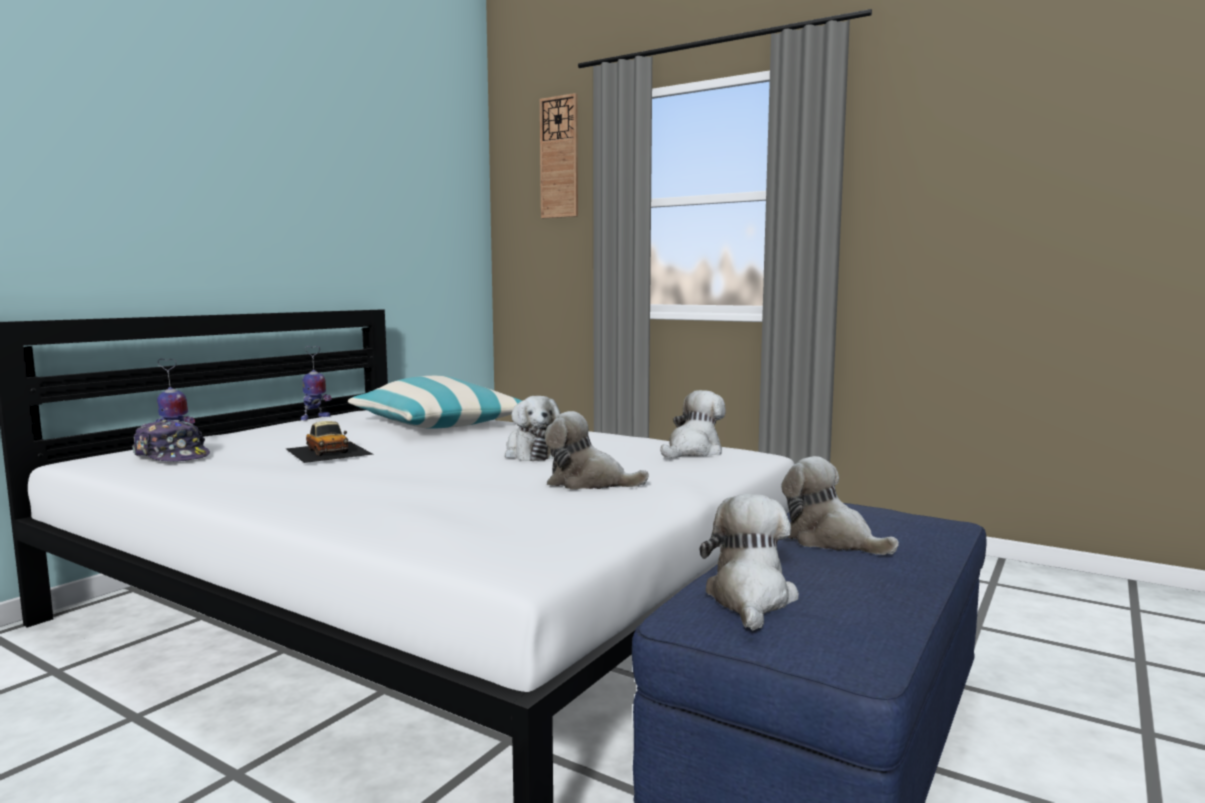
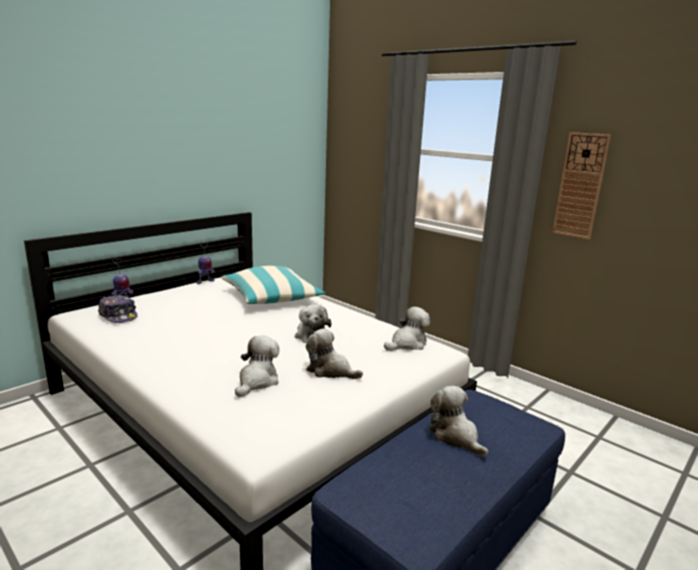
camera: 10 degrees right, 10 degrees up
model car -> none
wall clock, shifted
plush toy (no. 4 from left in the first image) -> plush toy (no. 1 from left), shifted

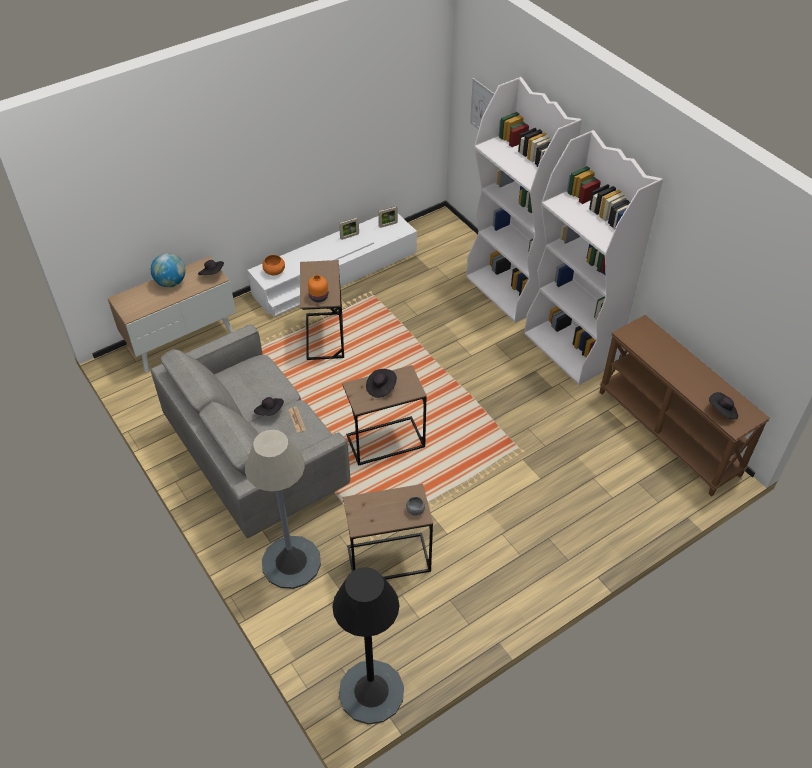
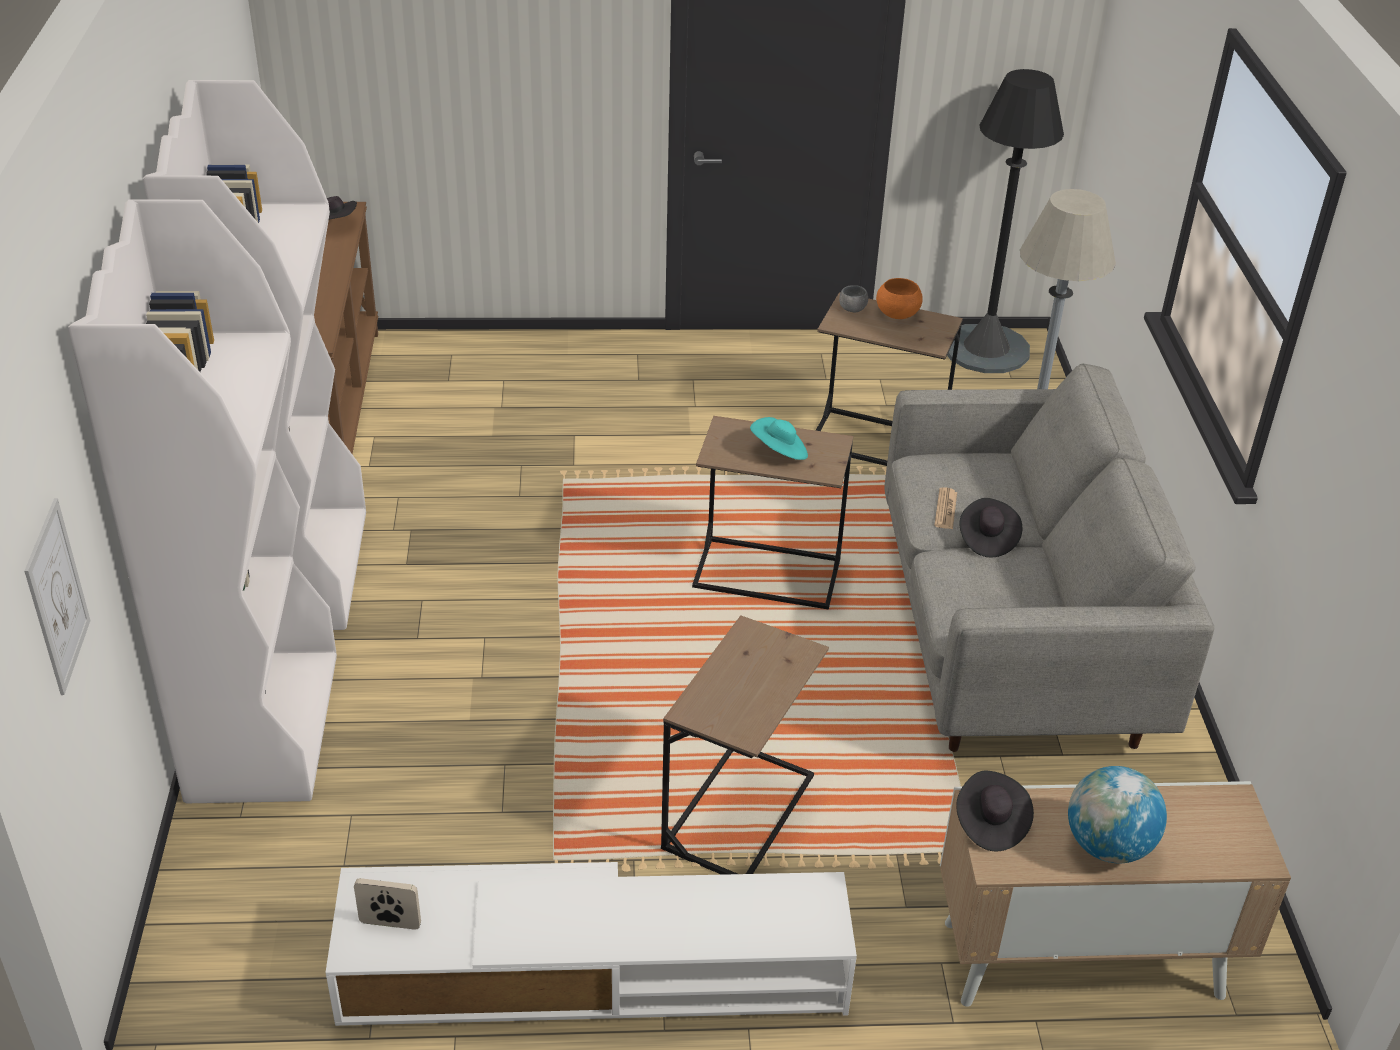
camera: 150 degrees left, 10 degrees down
bowl in orange, shifted
flower vase in orange -> none
picture frame (no. 1 from left) -> none
wearable hat in black (no. 3 from left) -> wearable hat in blue-green

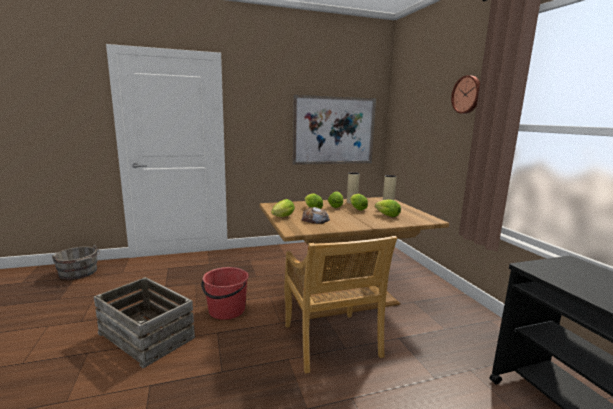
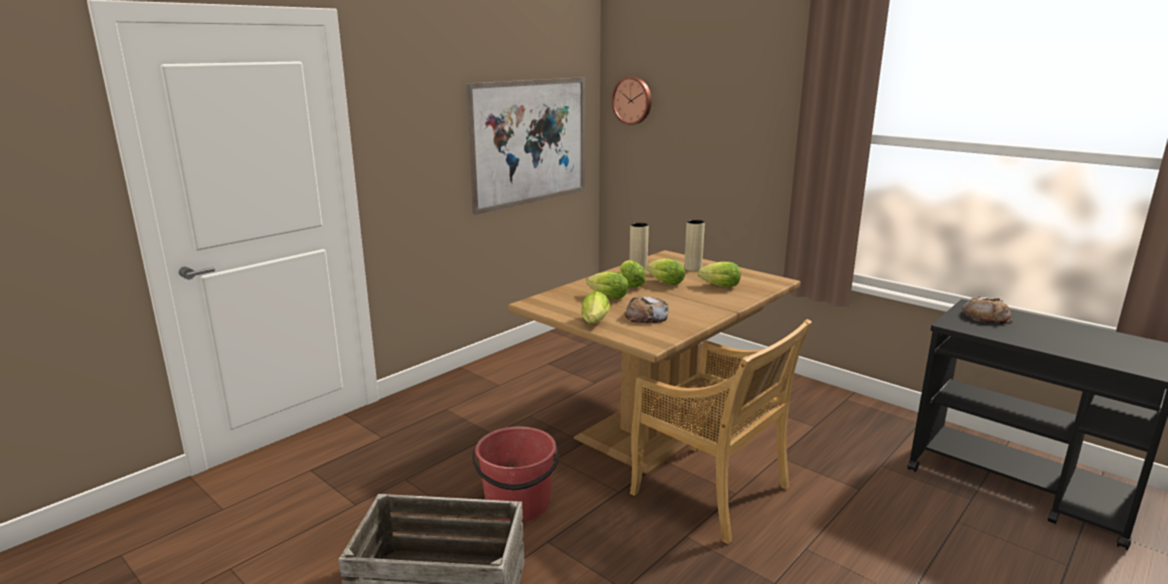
camera: 30 degrees left, 5 degrees up
pail in grey -> none
wall clock, shifted
none -> bread (no. 2 from left)

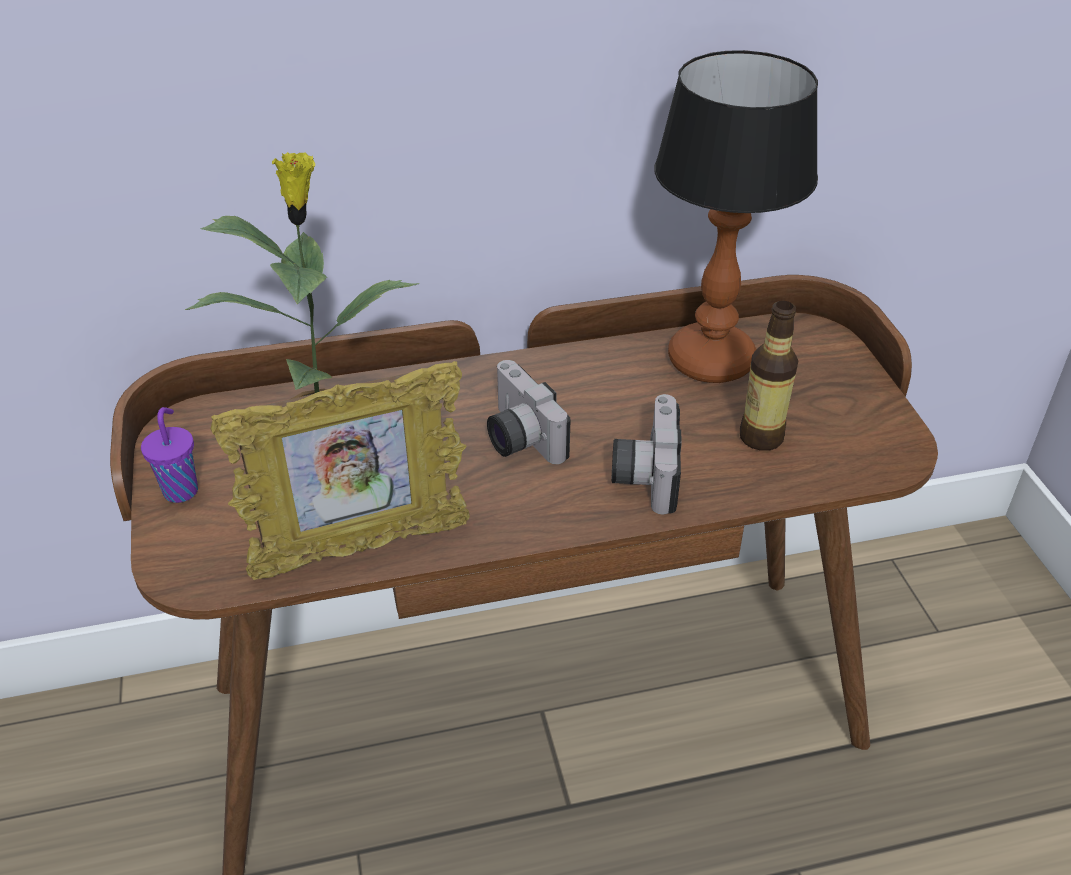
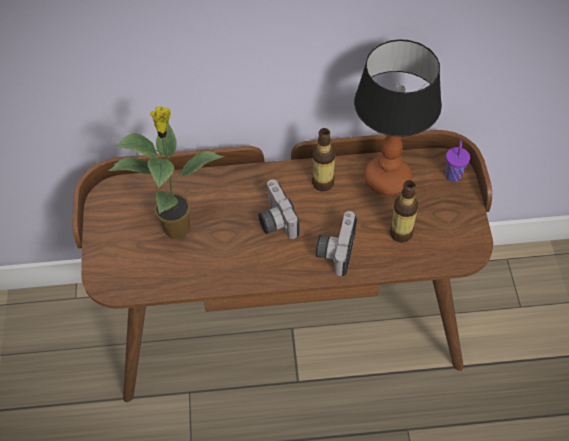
camera: 10 degrees right, 15 degrees up
small cup in purplish, shifted
picture frame -> none
none -> drink bottle (no. 1 from left)

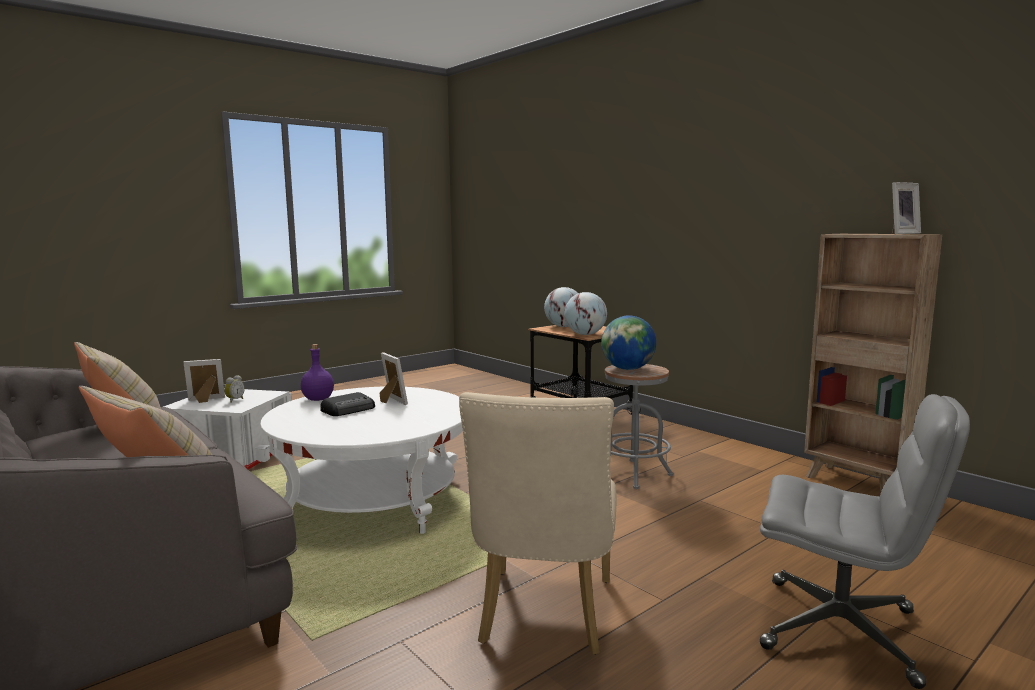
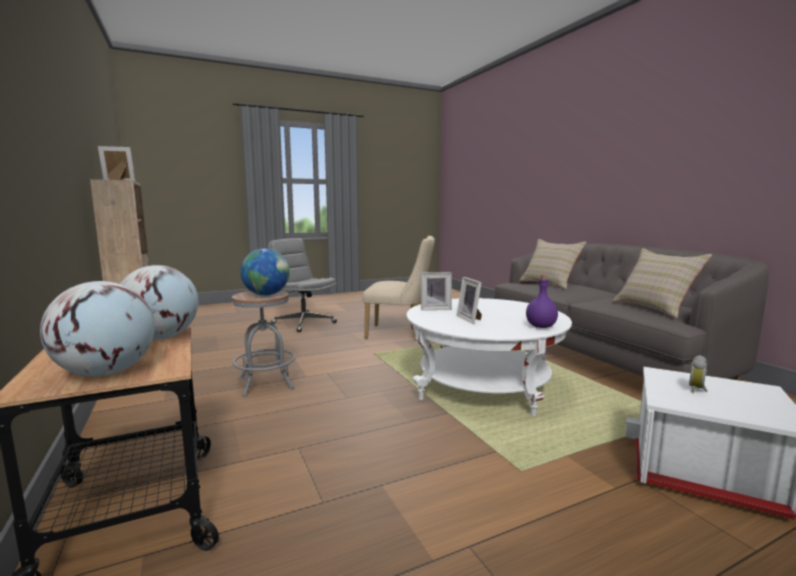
camera: 165 degrees left, 0 degrees up
picture frame (no. 1 from left in the first image) -> picture frame (no. 2 from left), shifted
radio set -> none
upright chair in beige-coloured, 75 degrees clockwise

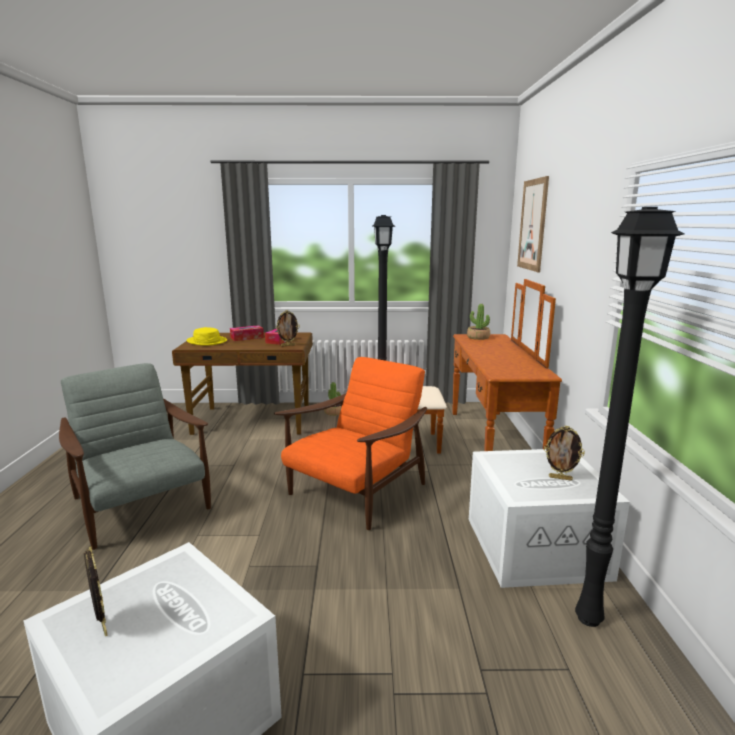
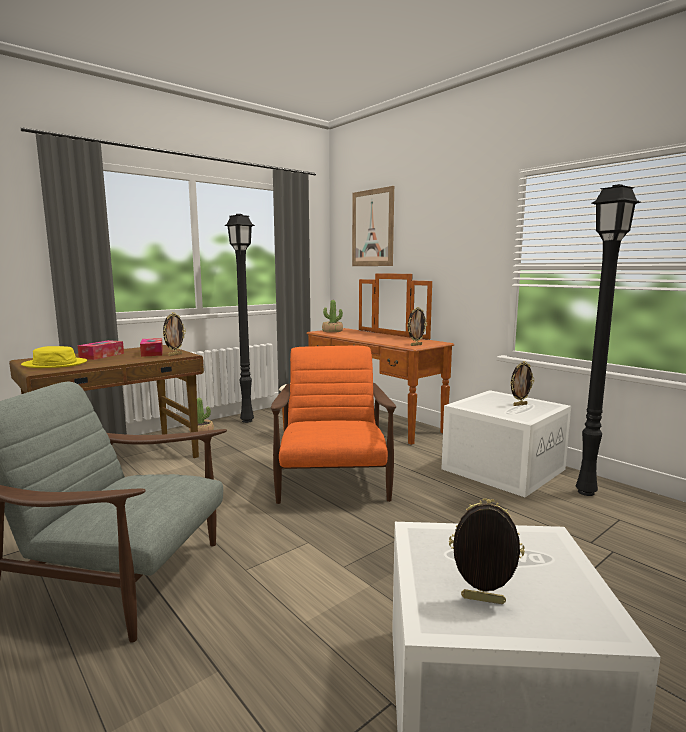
camera: 40 degrees left, 5 degrees down
none -> picture frame (no. 2 from left)

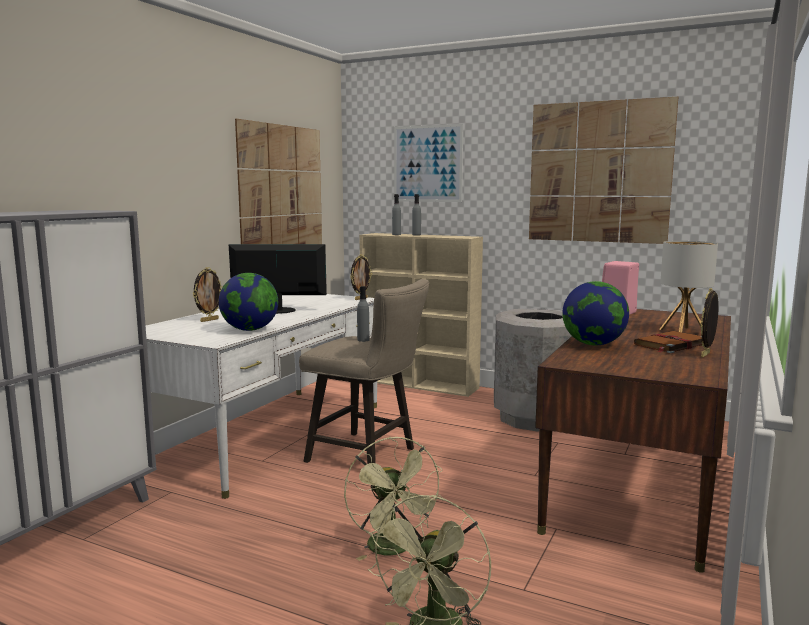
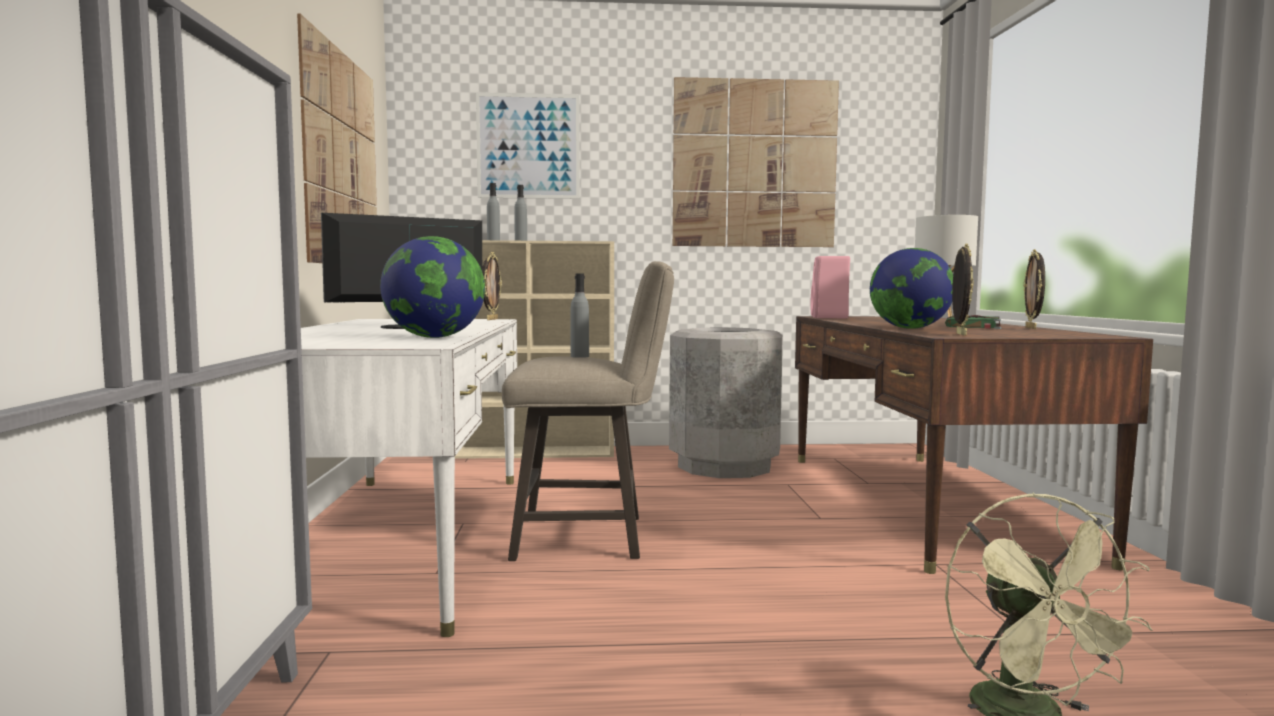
camera: 30 degrees left, 5 degrees down
picture frame (no. 1 from left in the first image) -> picture frame (no. 2 from left), shifted
electric fan in green (no. 1 from left) -> none
volume in brown -> volume in green

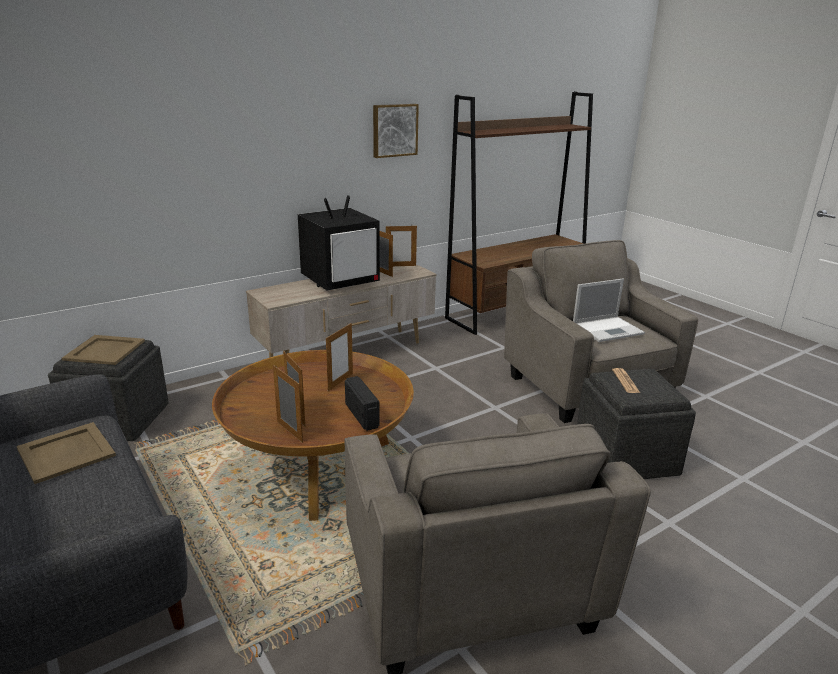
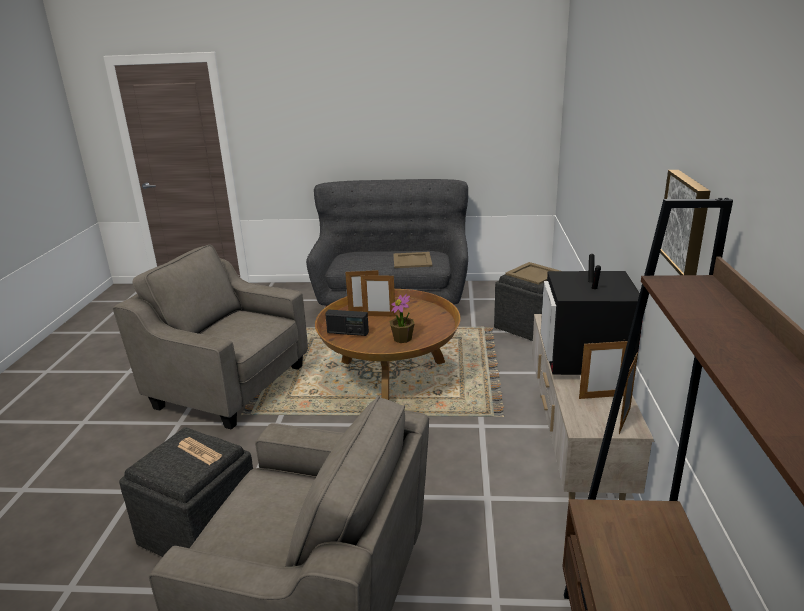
camera: 130 degrees right, 0 degrees up
picture frame (no. 3 from left) -> houseplant
laptop -> none

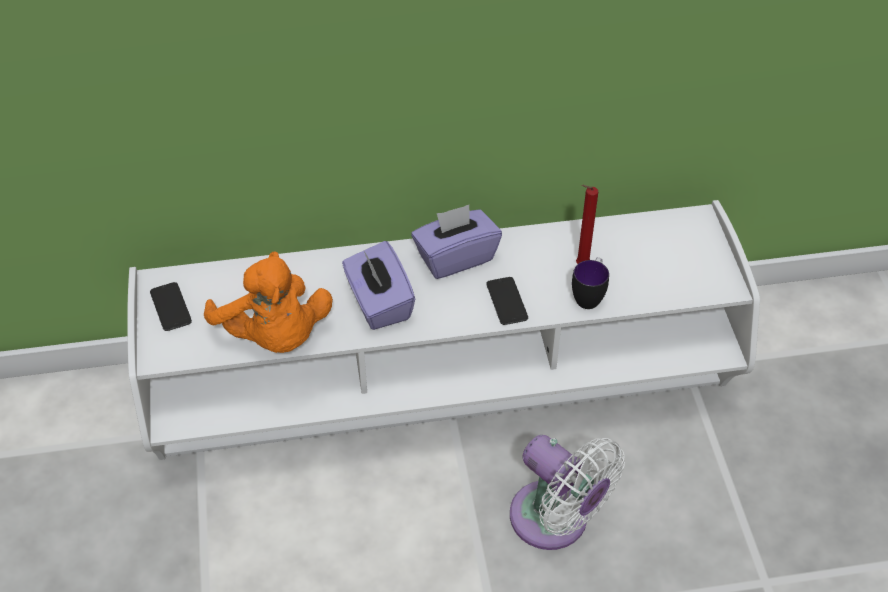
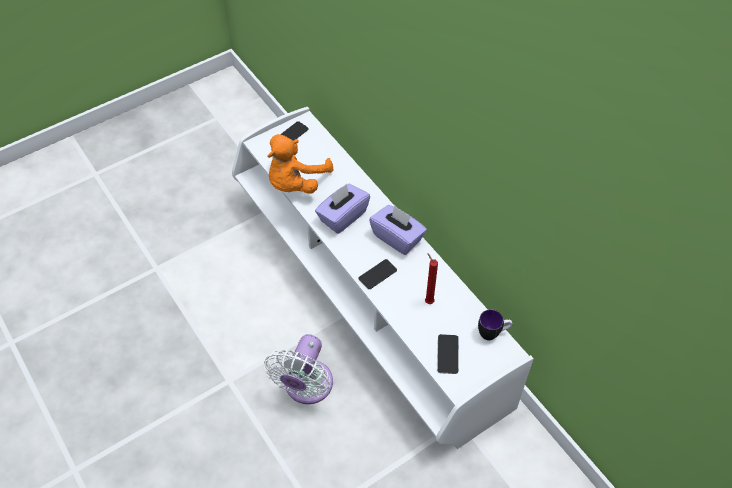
camera: 65 degrees right, 5 degrees up
tea mug, shifted
none -> handset (no. 3 from left)

